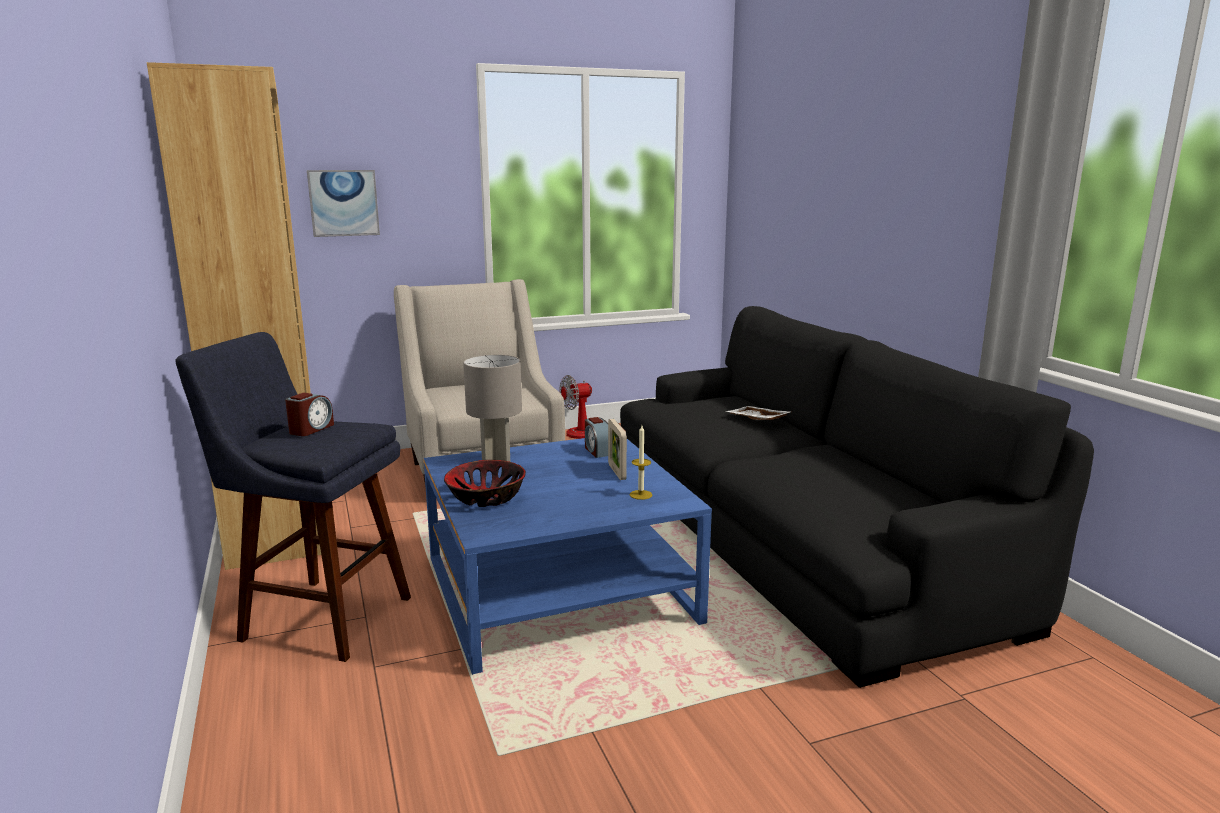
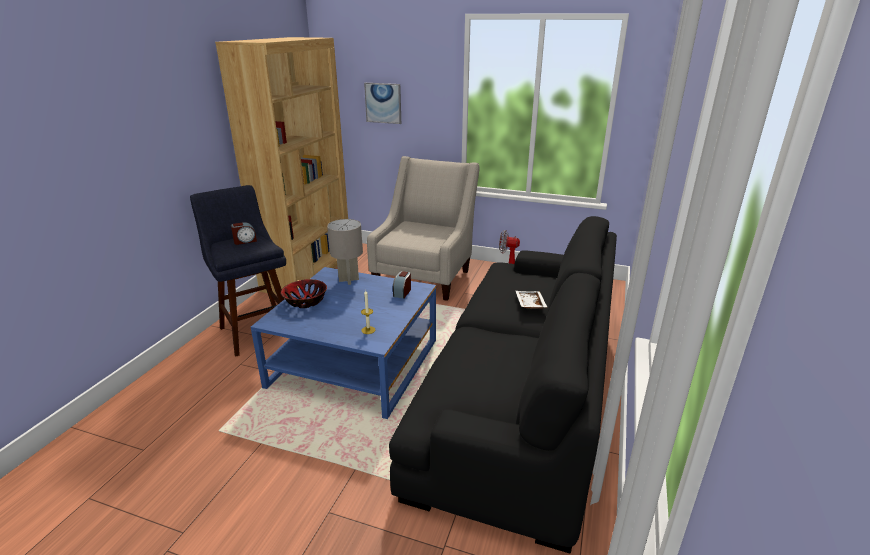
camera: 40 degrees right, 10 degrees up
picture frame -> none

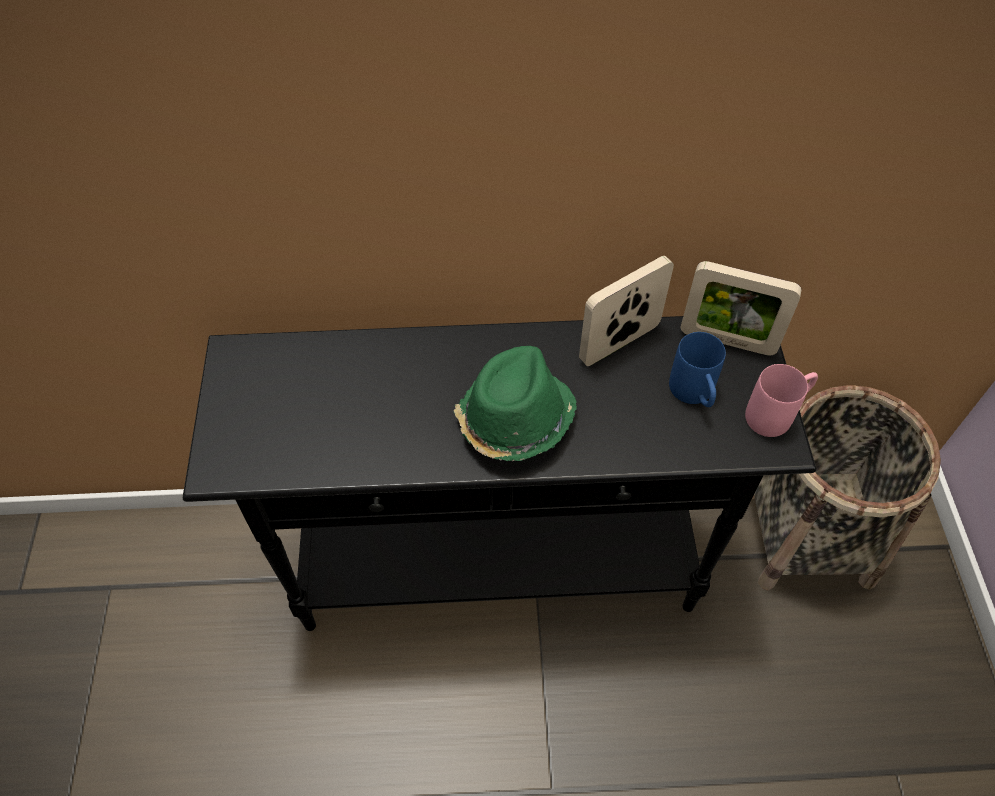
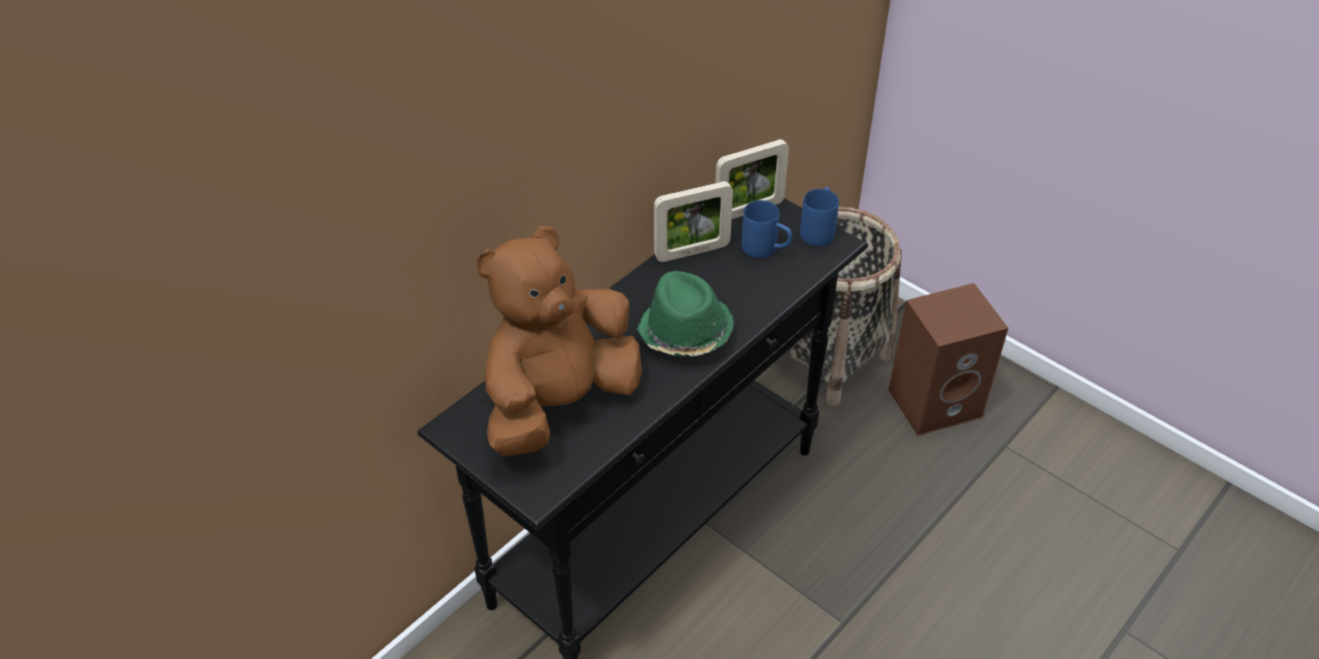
camera: 45 degrees left, 10 degrees down
picture frame (no. 1 from left), 120 degrees counterclockwise
tea mug in pinkish -> tea mug in blue (no. 2 from left)
none -> plush toy in brown
none -> speaker in brown

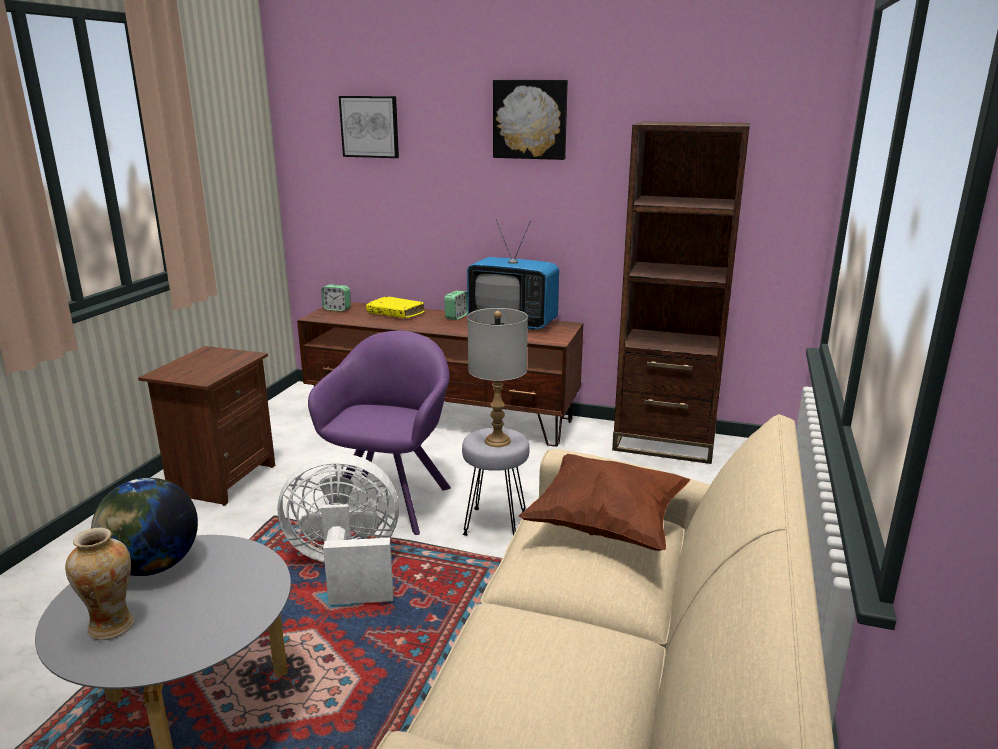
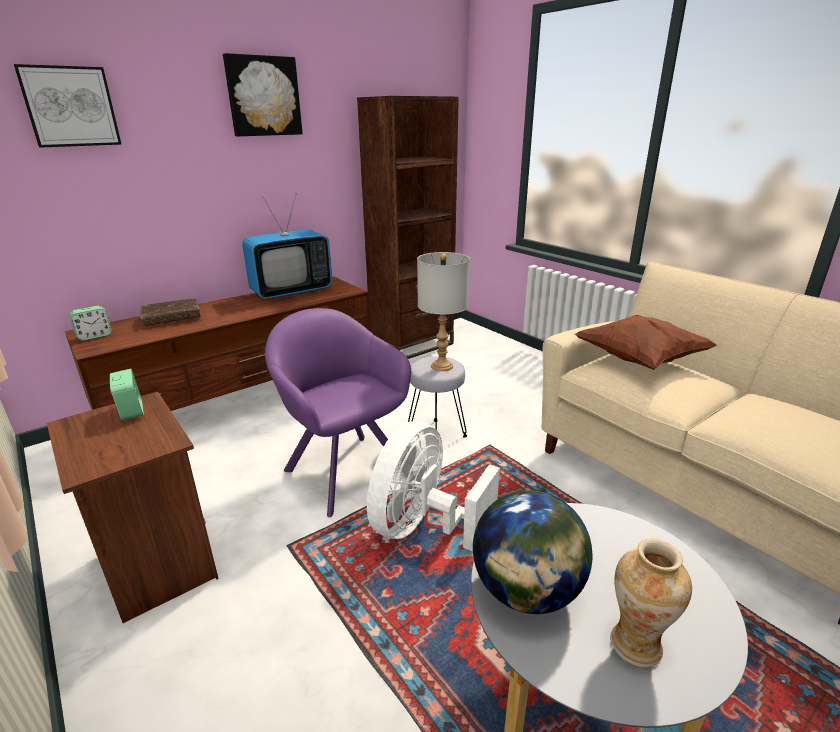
camera: 55 degrees left, 5 degrees up
volume in yellow -> volume in brown
table clock (no. 2 from left), shifted

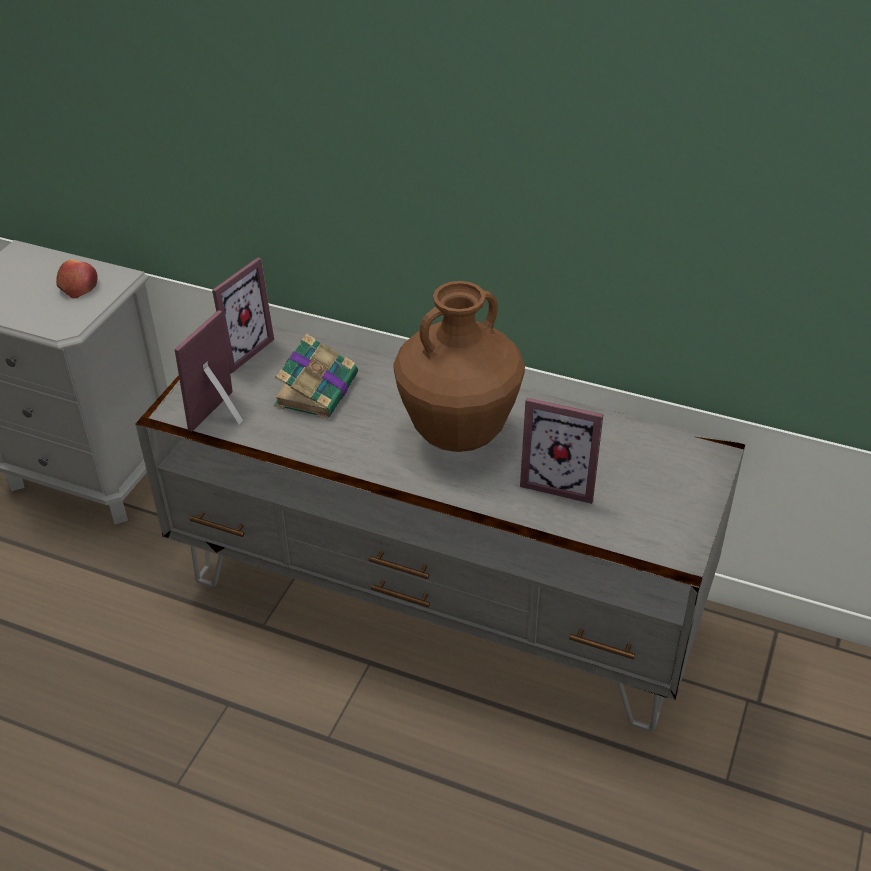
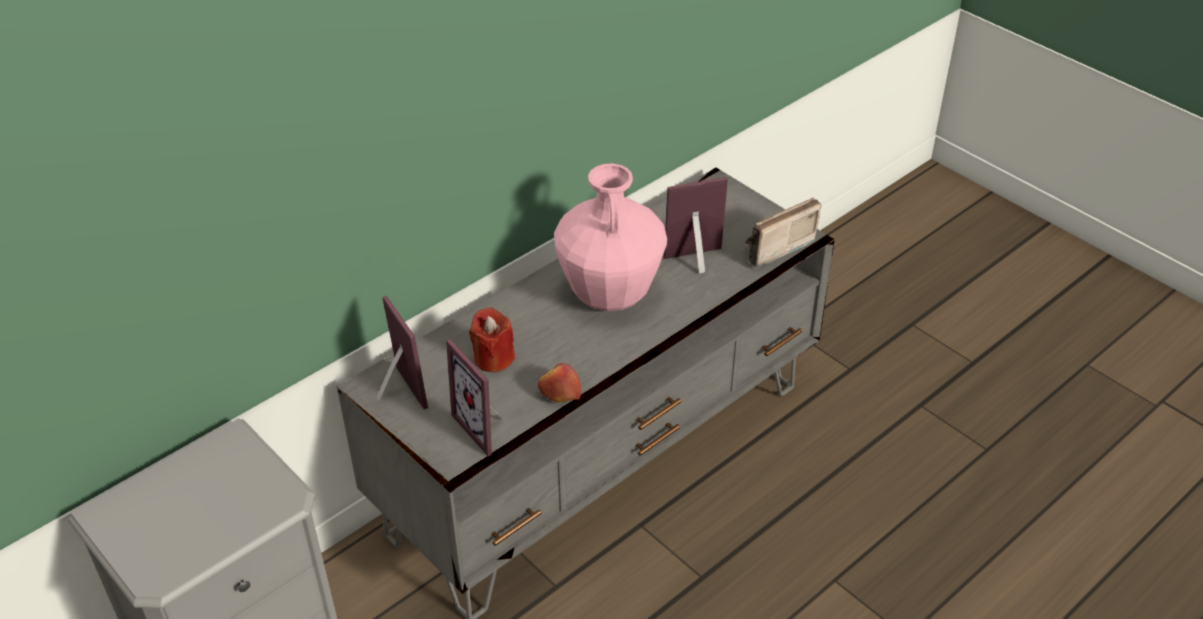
camera: 65 degrees left, 0 degrees up
apple, shifted
volume -> wax light in red-coloured
flower vase in brown -> flower vase in pinkish
picture frame (no. 3 from left), 150 degrees counterclockwise
none -> radio set

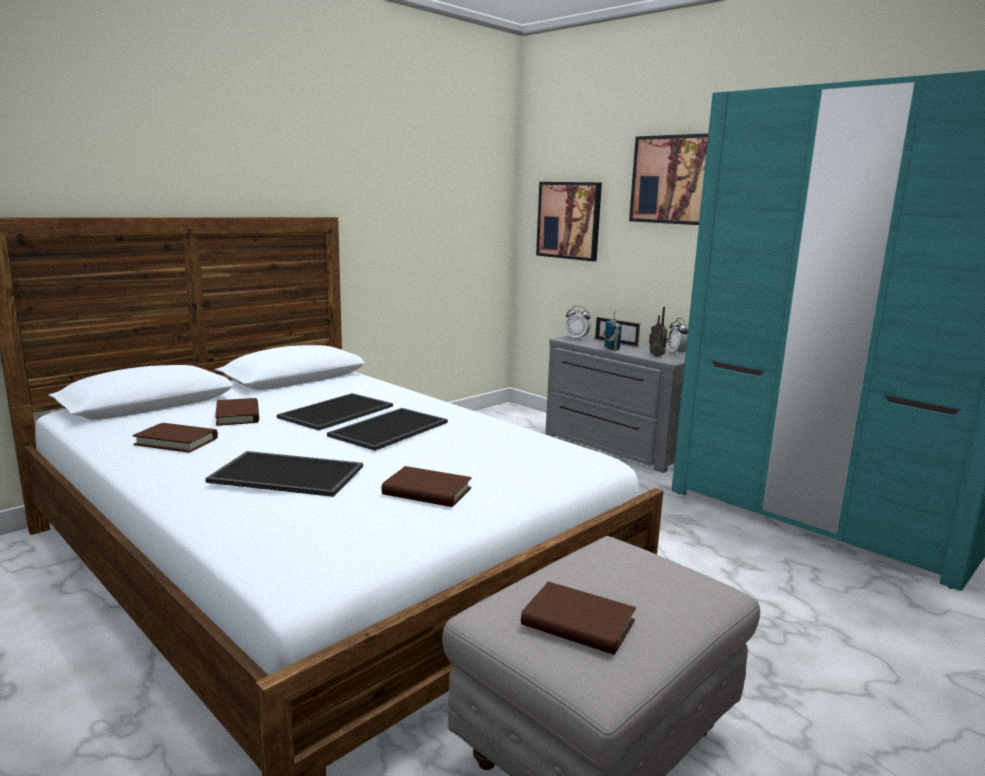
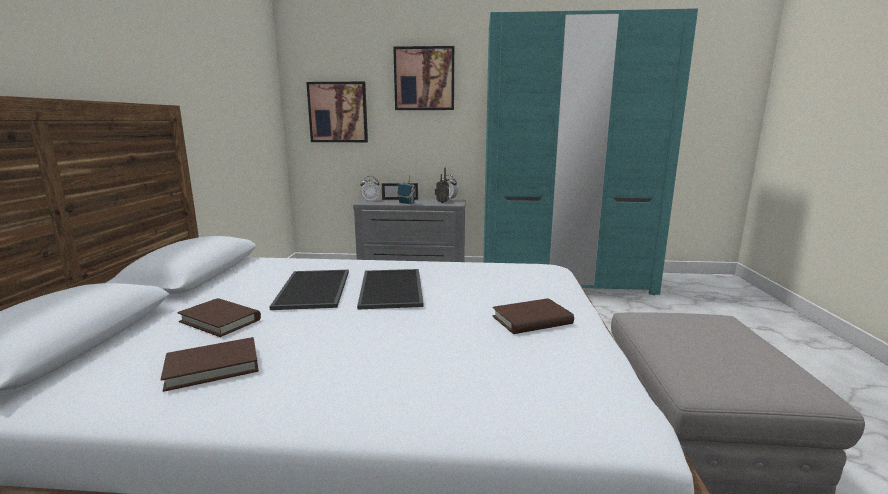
camera: 40 degrees left, 0 degrees up
serving tray (no. 1 from left) -> none
volume in brown (no. 4 from left) -> none

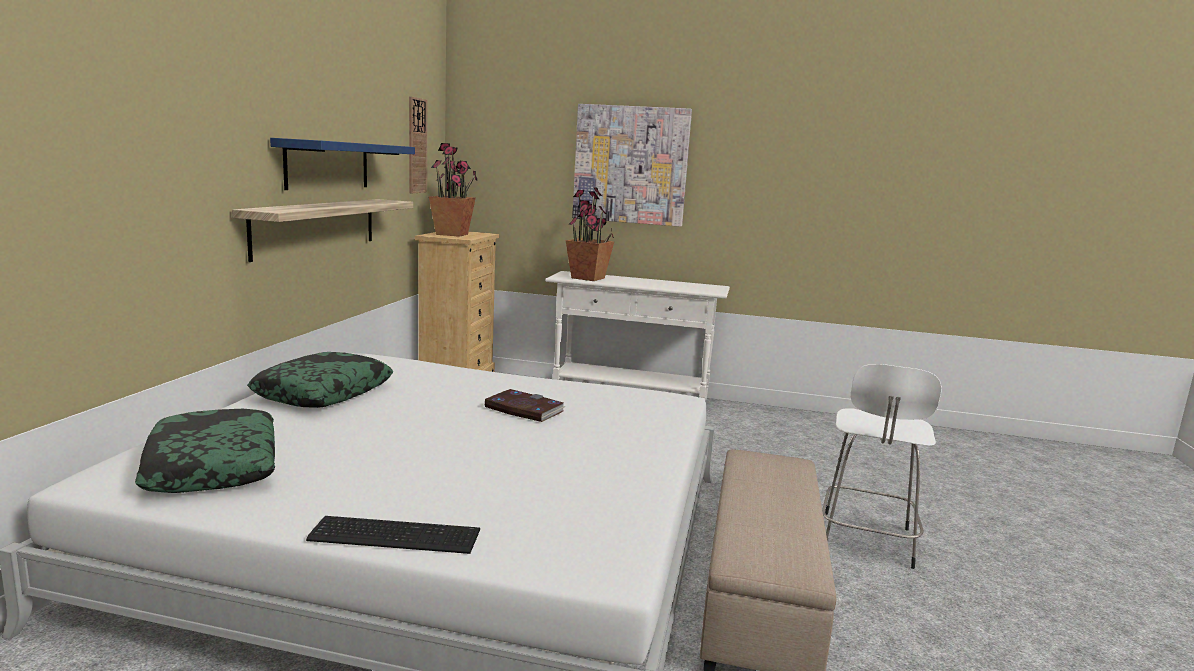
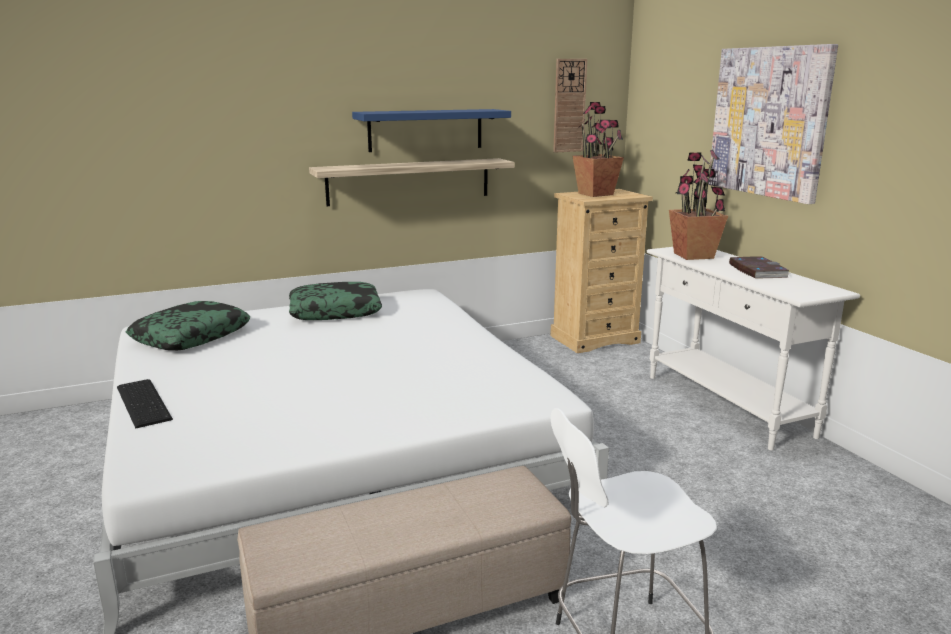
camera: 55 degrees right, 5 degrees up
volume, shifted

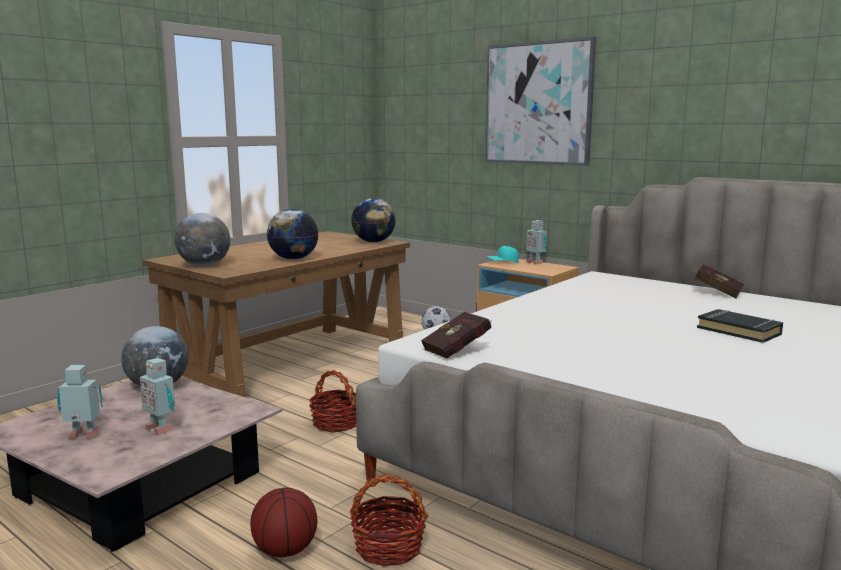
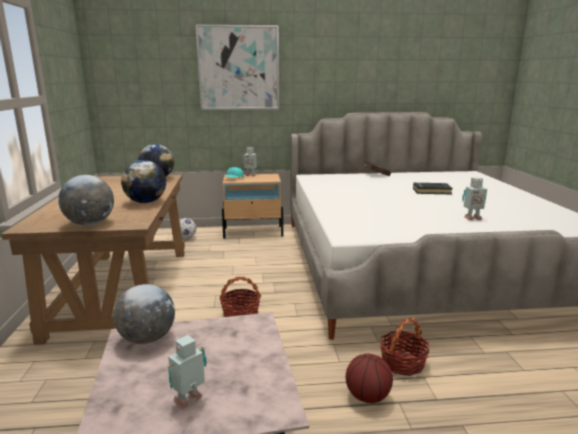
camera: 45 degrees left, 5 degrees up
model robot (no. 2 from left in the first image) -> model robot (no. 3 from left), shifted
volume in red-coloured (no. 1 from left) -> none

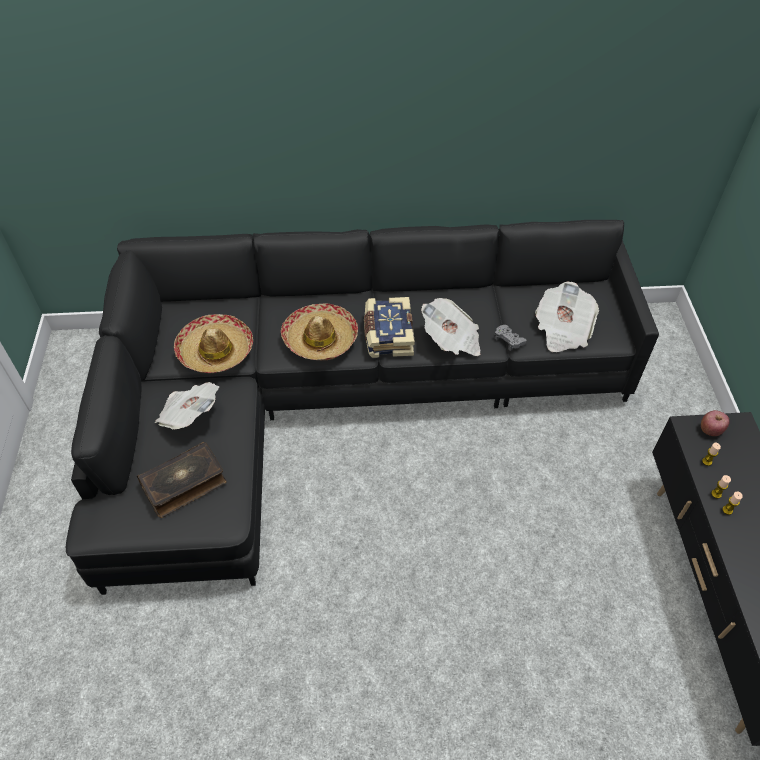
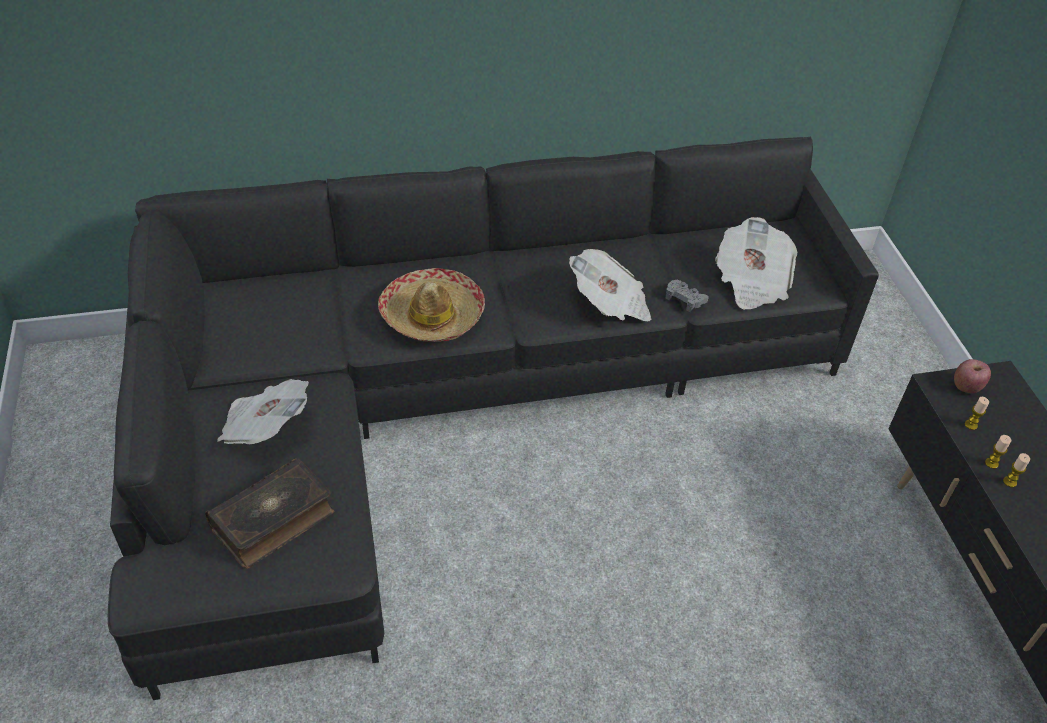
camera: 10 degrees left, 5 degrees down
wearable hat (no. 1 from left) -> none
volume (no. 2 from left) -> none

